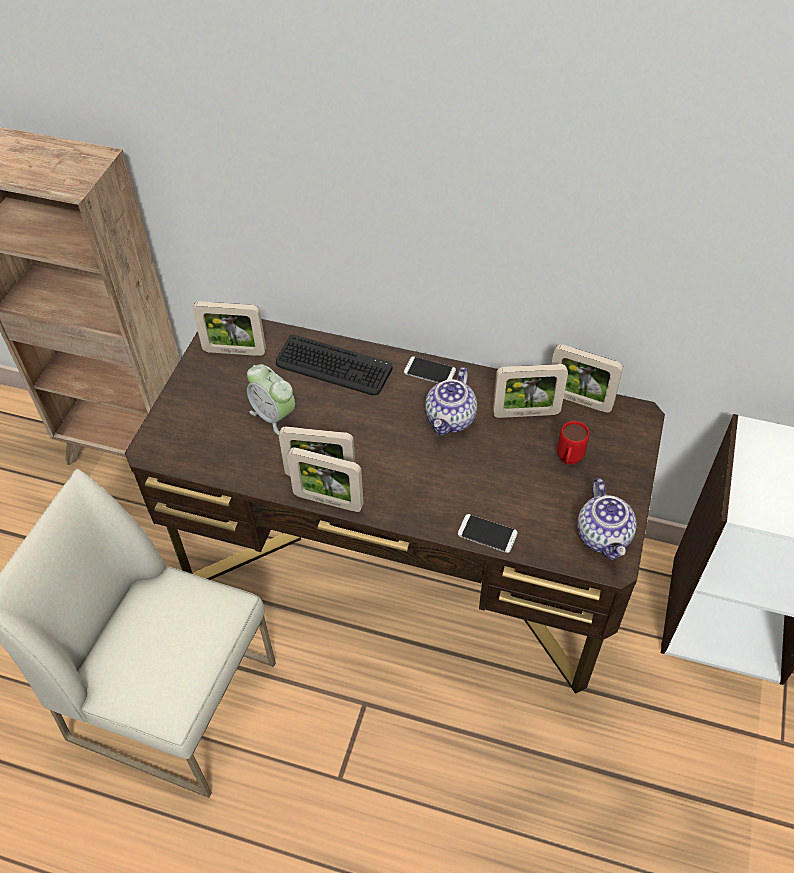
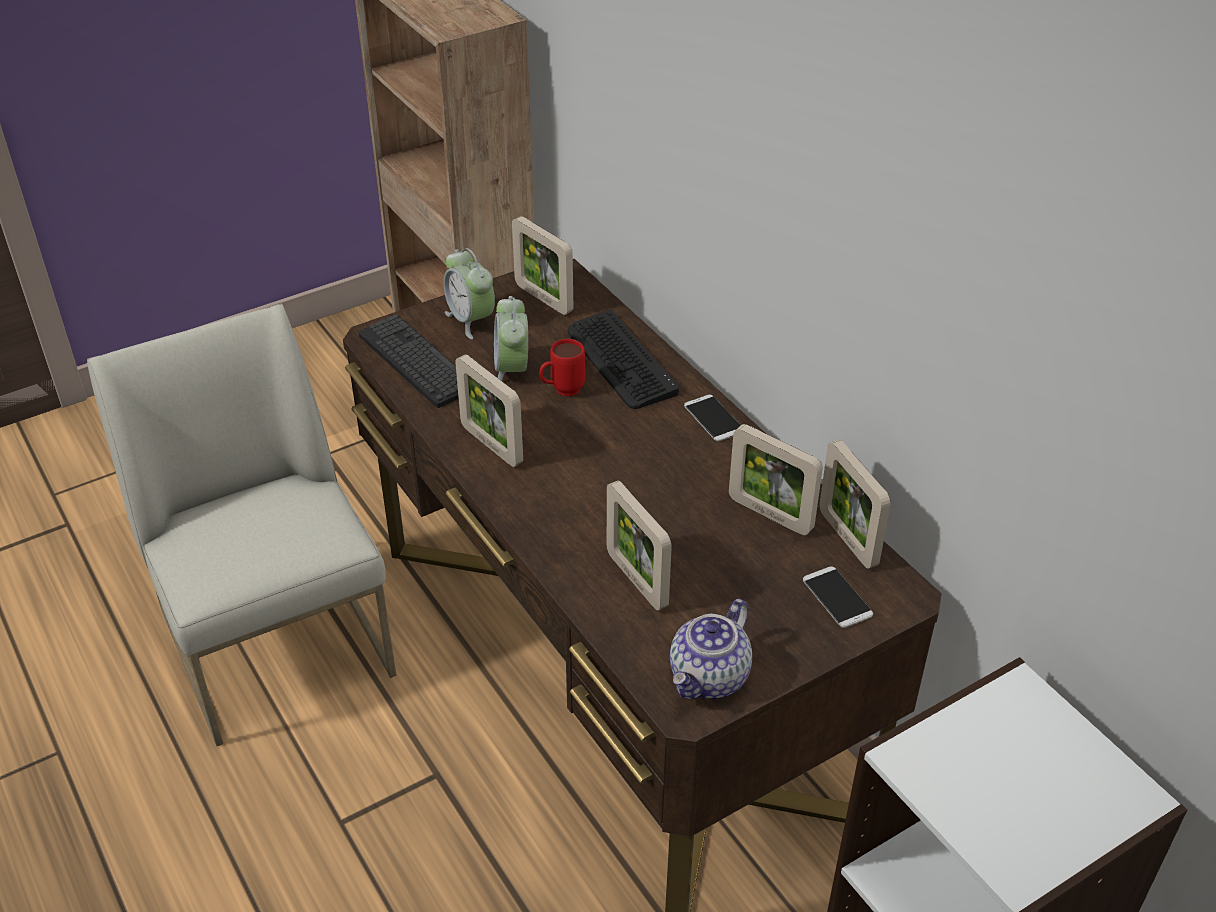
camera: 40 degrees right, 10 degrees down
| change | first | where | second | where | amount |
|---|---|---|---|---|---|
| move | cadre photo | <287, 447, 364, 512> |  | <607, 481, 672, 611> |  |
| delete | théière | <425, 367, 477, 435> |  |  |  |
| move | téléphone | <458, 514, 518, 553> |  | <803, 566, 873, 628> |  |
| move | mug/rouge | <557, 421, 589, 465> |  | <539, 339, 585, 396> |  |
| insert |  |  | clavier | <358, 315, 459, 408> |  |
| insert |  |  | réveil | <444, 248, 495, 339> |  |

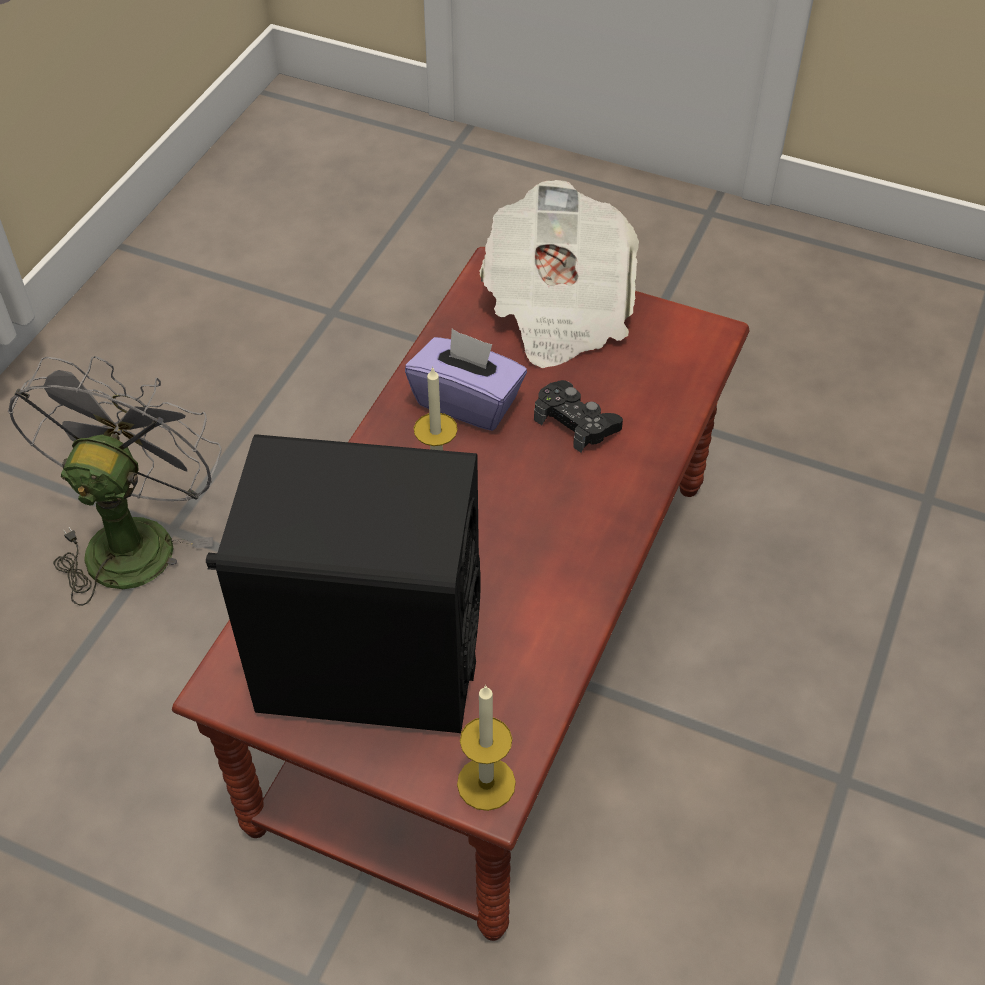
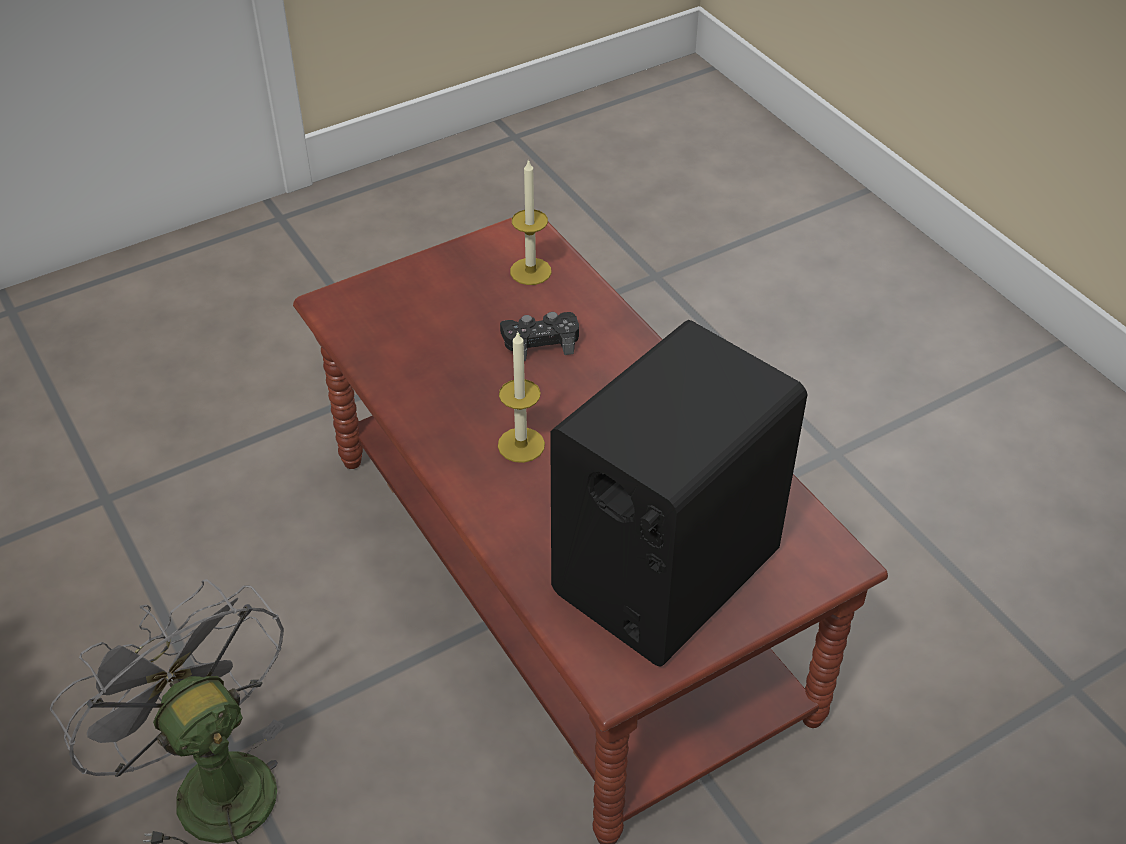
camera: 55 degrees left, 5 degrees down
| change | first | where | second | where | amount |
|---|---|---|---|---|---|
| delete | boîte à mouchoirs/violet | <405, 329, 527, 431> |  |  |  |
| move | bougie | <457, 685, 516, 811> |  | <510, 159, 551, 285> |  |
| delete | journal | <479, 180, 639, 368> |  |  |  |

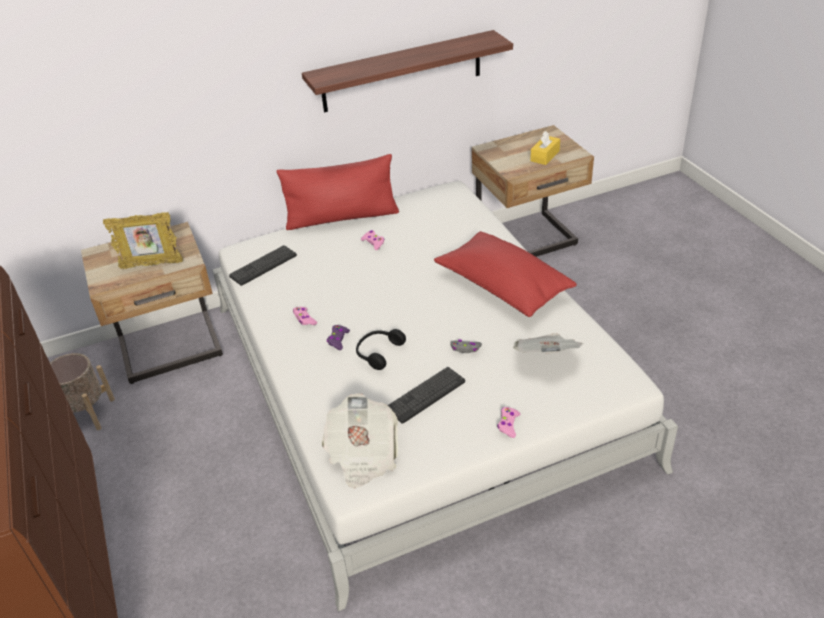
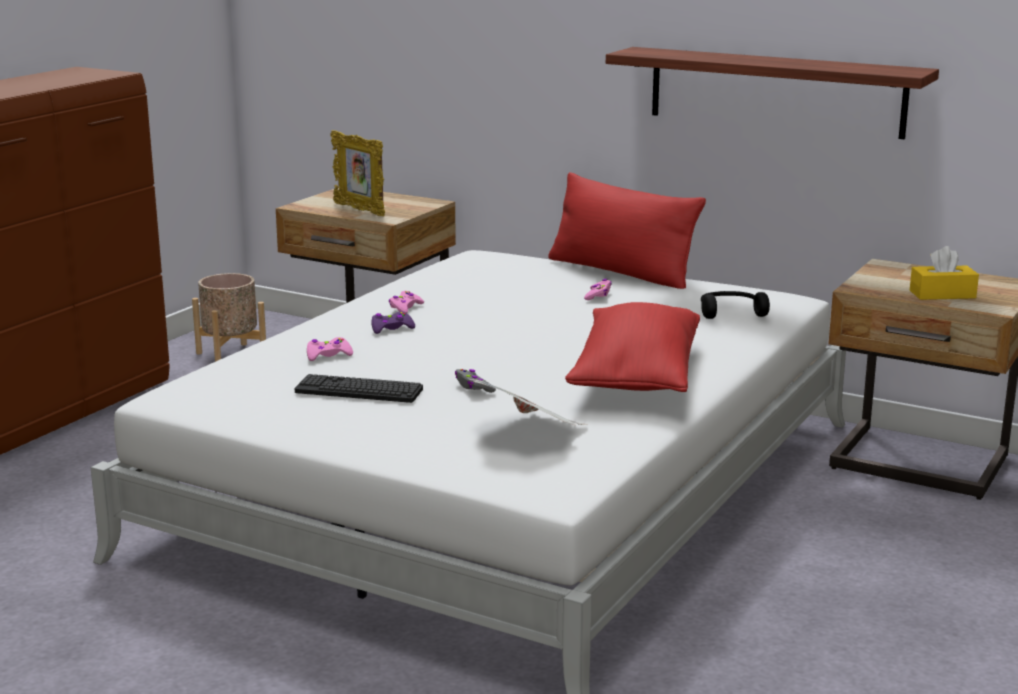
camera: 50 degrees right, 20 degrees down
| change | first | where | second | where | amount |
|---|---|---|---|---|---|
| delete | clavier | <229, 245, 297, 286> |  |  |  |
| delete | journal | <322, 393, 398, 489> |  |  |  |
| move | casque audio/noir | <356, 329, 406, 370> |  | <701, 291, 770, 319> |  |
| move | manette/rose | <497, 407, 520, 438> |  | <307, 337, 353, 361> |  |

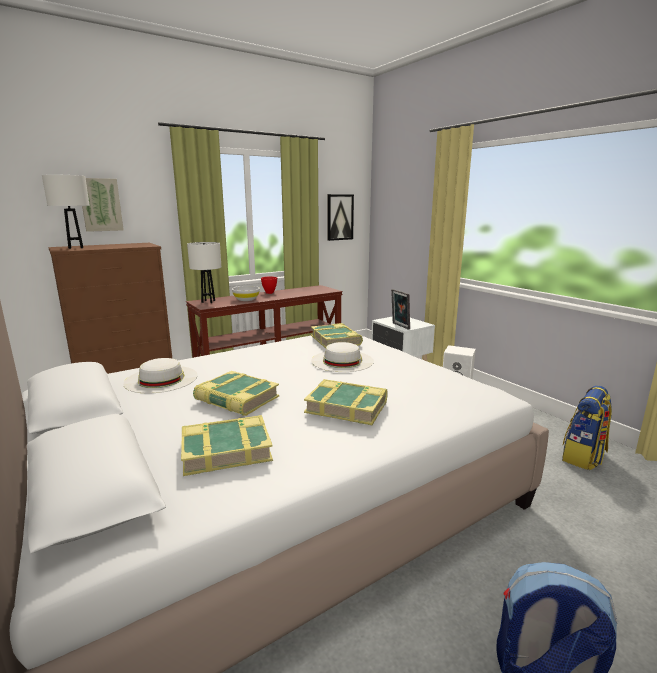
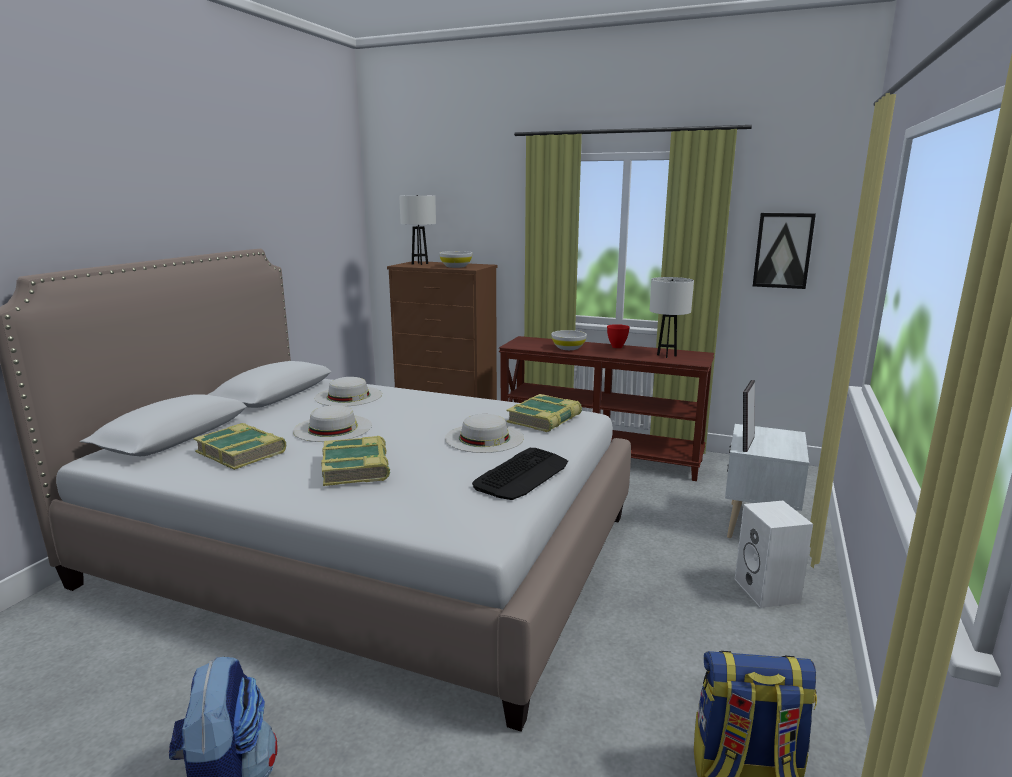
camera: 55 degrees right, 0 degrees up
| change | first | where | second | where | amount |
|---|---|---|---|---|---|
| delete | tableau | <82, 178, 124, 232> |  |  |  |
| move | lampe de table/blanc | <187, 242, 221, 303> |  | <650, 277, 694, 358> |  |
| replace | livre | <193, 371, 279, 416> | chapeau/blanc | <293, 405, 372, 442> |  |
| insert |  |  | bol/blanc | <439, 251, 473, 268> |  |
| insert |  |  | clavier | <472, 448, 568, 500> |  |

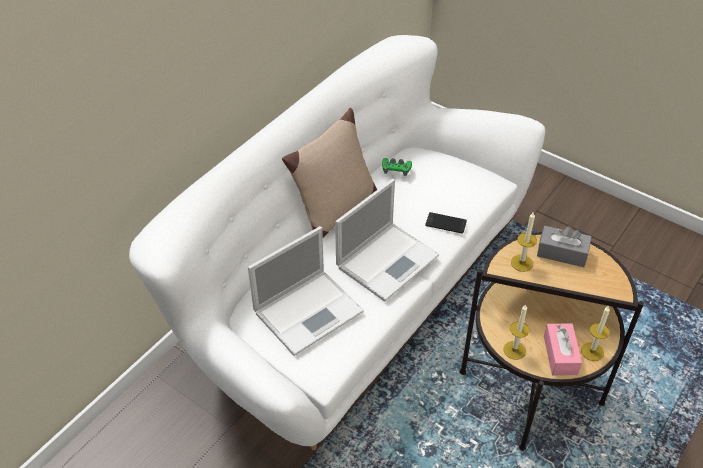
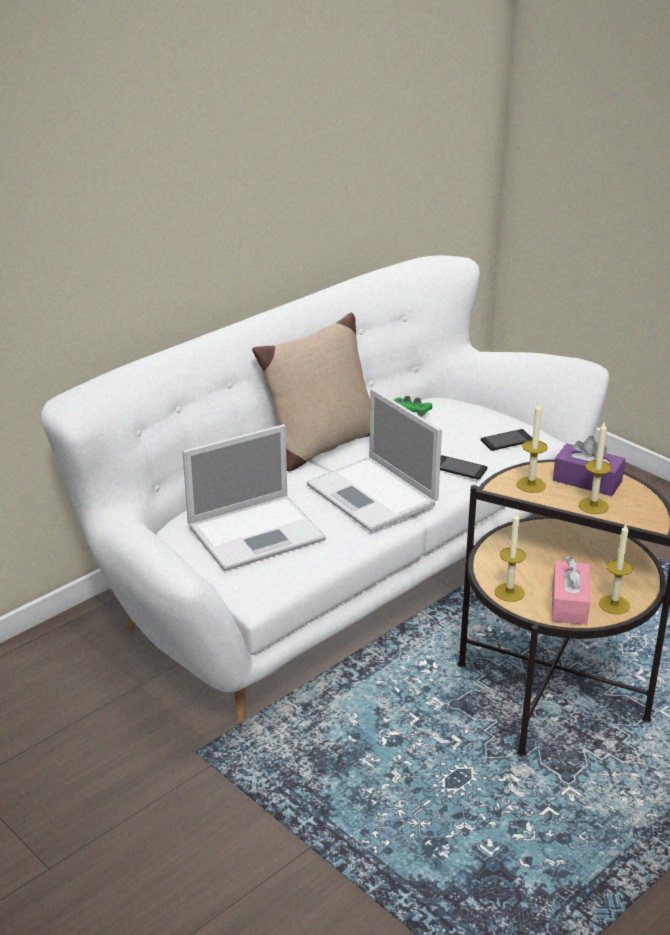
camera: 10 degrees right, 15 degrees down
| change | first | where | second | where | amount |
|---|---|---|---|---|---|
| rotate | ordinateur portable | <335, 179, 439, 302> |  | <306, 388, 442, 532> | 90 degrees clockwise |
| recolor | boîte à mouchoirs/gris | <537, 226, 592, 267> | boîte à mouchoirs/violet | <553, 436, 625, 496> |  |
| insert |  |  | téléphone | <481, 429, 532, 451> |  |
| insert |  |  | bougie | <579, 421, 612, 514> |  |

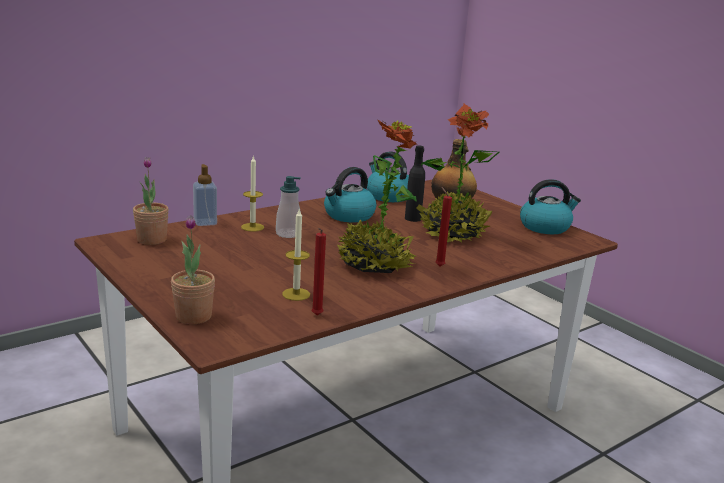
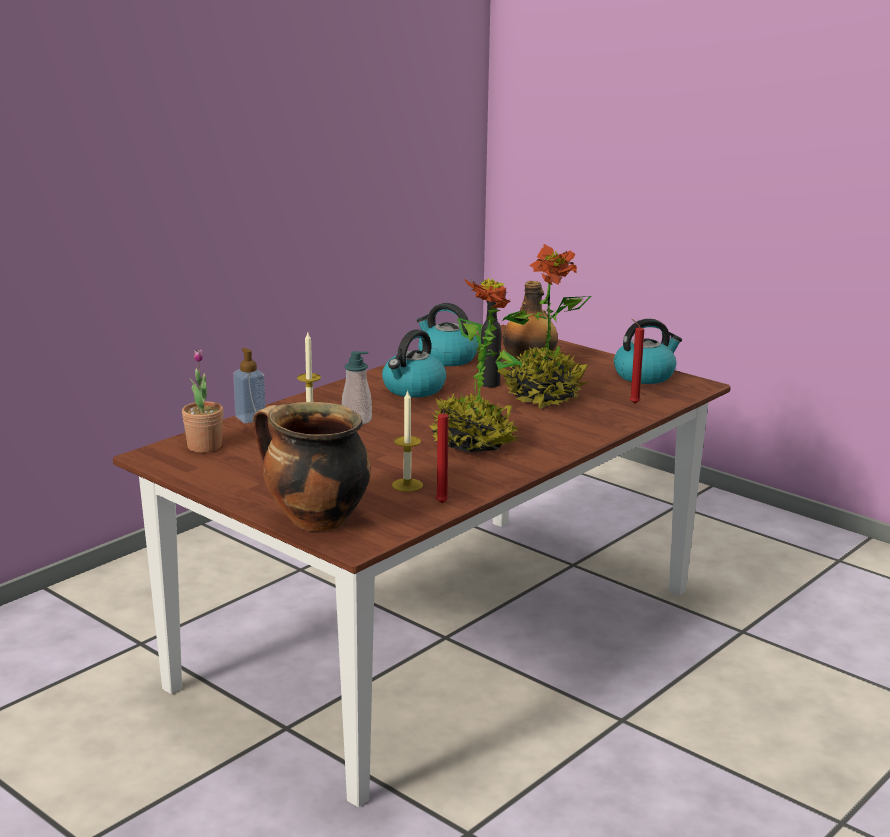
camera: 10 degrees left, 0 degrees up
| change | first | where | second | where | amount |
|---|---|---|---|---|---|
| replace | plante en pot | <171, 215, 215, 324> | marmite | <253, 402, 371, 531> |  |
| move | bougie/rouge | <436, 187, 452, 267> |  | <630, 319, 644, 404> |  |

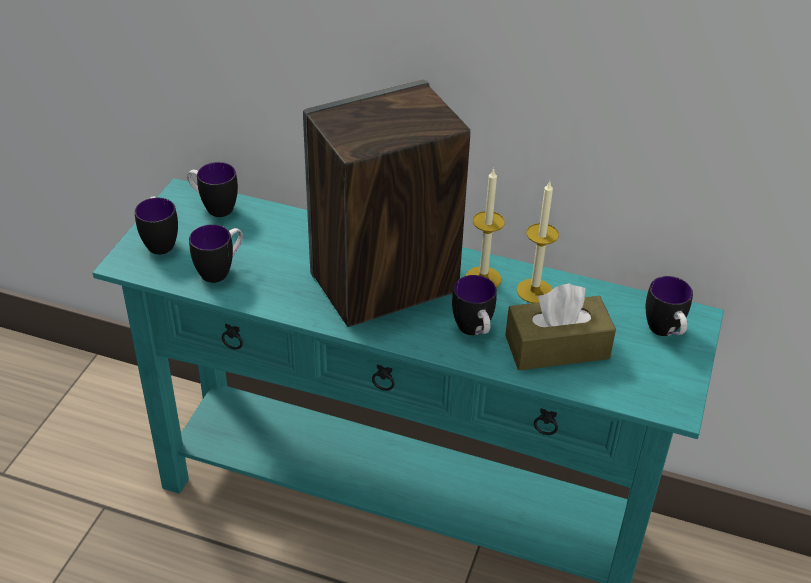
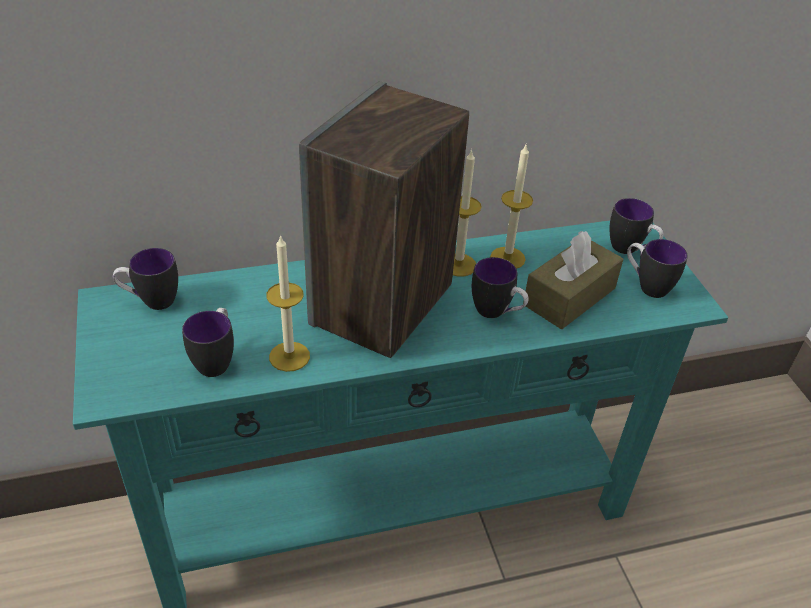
camera: 35 degrees left, 0 degrees up
| change | first | where | second | where | amount |
|---|---|---|---|---|---|
| move | mug | <135, 196, 178, 255> |  | <627, 239, 688, 298> |  |
| insert |  |  | bougie | <266, 234, 310, 372> |  |

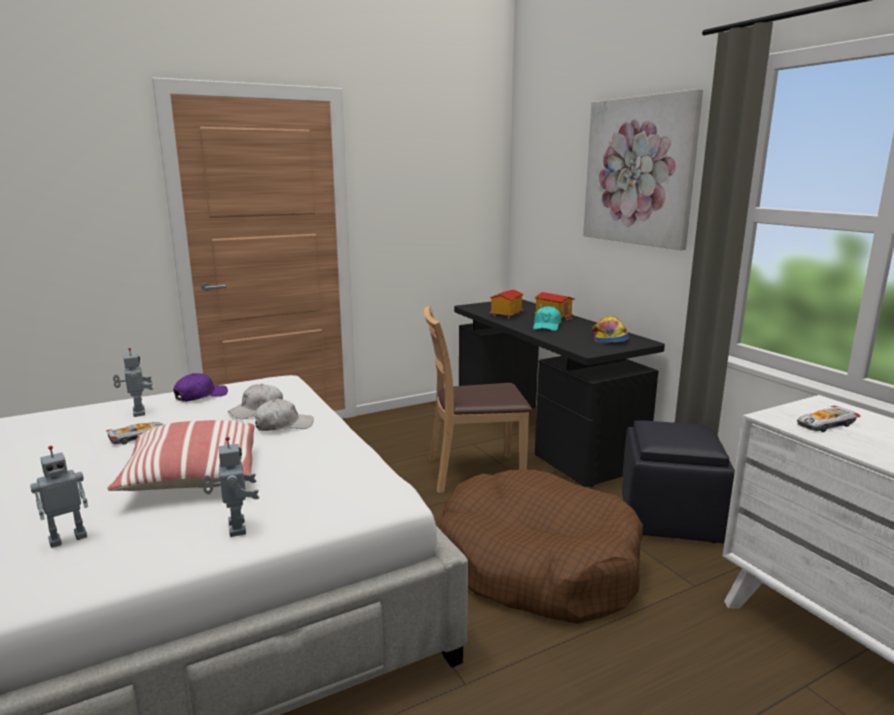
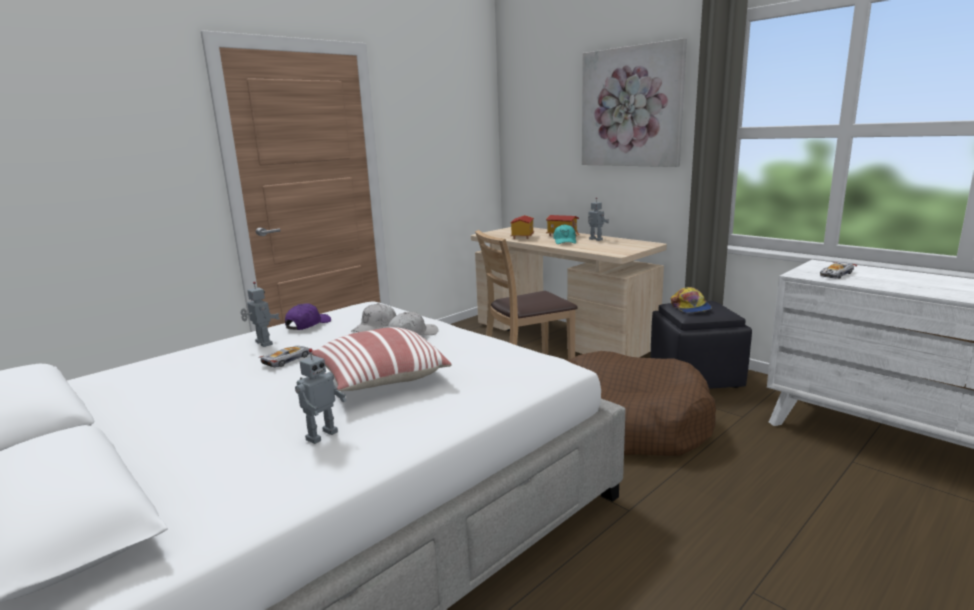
camera: 15 degrees left, 0 degrees up
| change | first | where | second | where | amount |
|---|---|---|---|---|---|
| move | robot jouet | <202, 437, 259, 537> |  | <588, 197, 609, 241> |  |
| recolor | bureau/noir | <454, 299, 665, 487> | bureau/beige | <471, 227, 667, 358> |  |
| move | casquette | <592, 316, 628, 343> |  | <671, 287, 712, 313> |  |

